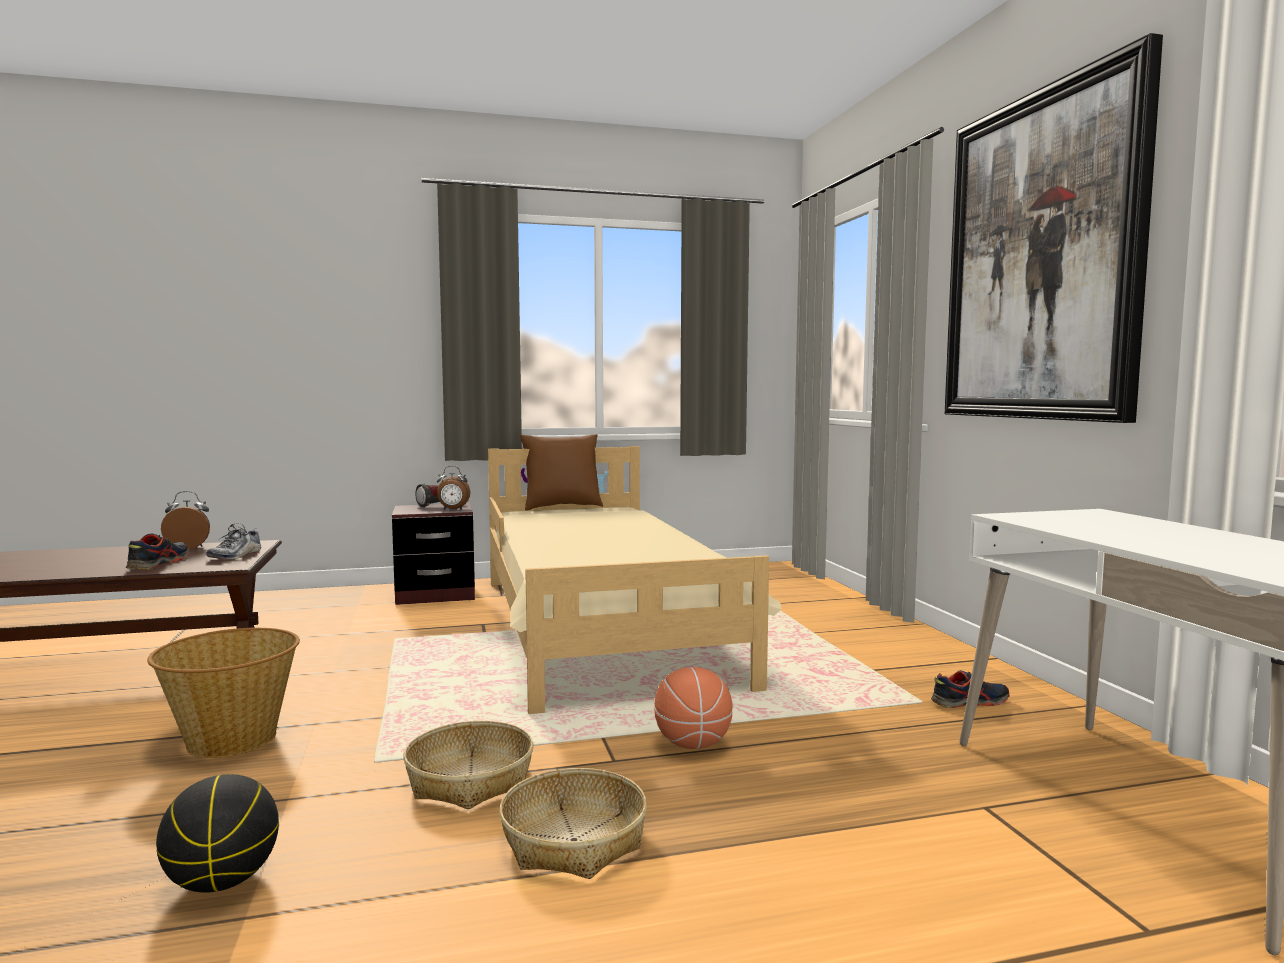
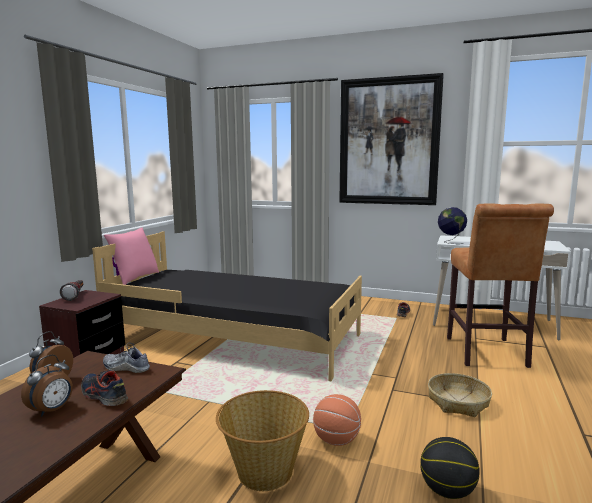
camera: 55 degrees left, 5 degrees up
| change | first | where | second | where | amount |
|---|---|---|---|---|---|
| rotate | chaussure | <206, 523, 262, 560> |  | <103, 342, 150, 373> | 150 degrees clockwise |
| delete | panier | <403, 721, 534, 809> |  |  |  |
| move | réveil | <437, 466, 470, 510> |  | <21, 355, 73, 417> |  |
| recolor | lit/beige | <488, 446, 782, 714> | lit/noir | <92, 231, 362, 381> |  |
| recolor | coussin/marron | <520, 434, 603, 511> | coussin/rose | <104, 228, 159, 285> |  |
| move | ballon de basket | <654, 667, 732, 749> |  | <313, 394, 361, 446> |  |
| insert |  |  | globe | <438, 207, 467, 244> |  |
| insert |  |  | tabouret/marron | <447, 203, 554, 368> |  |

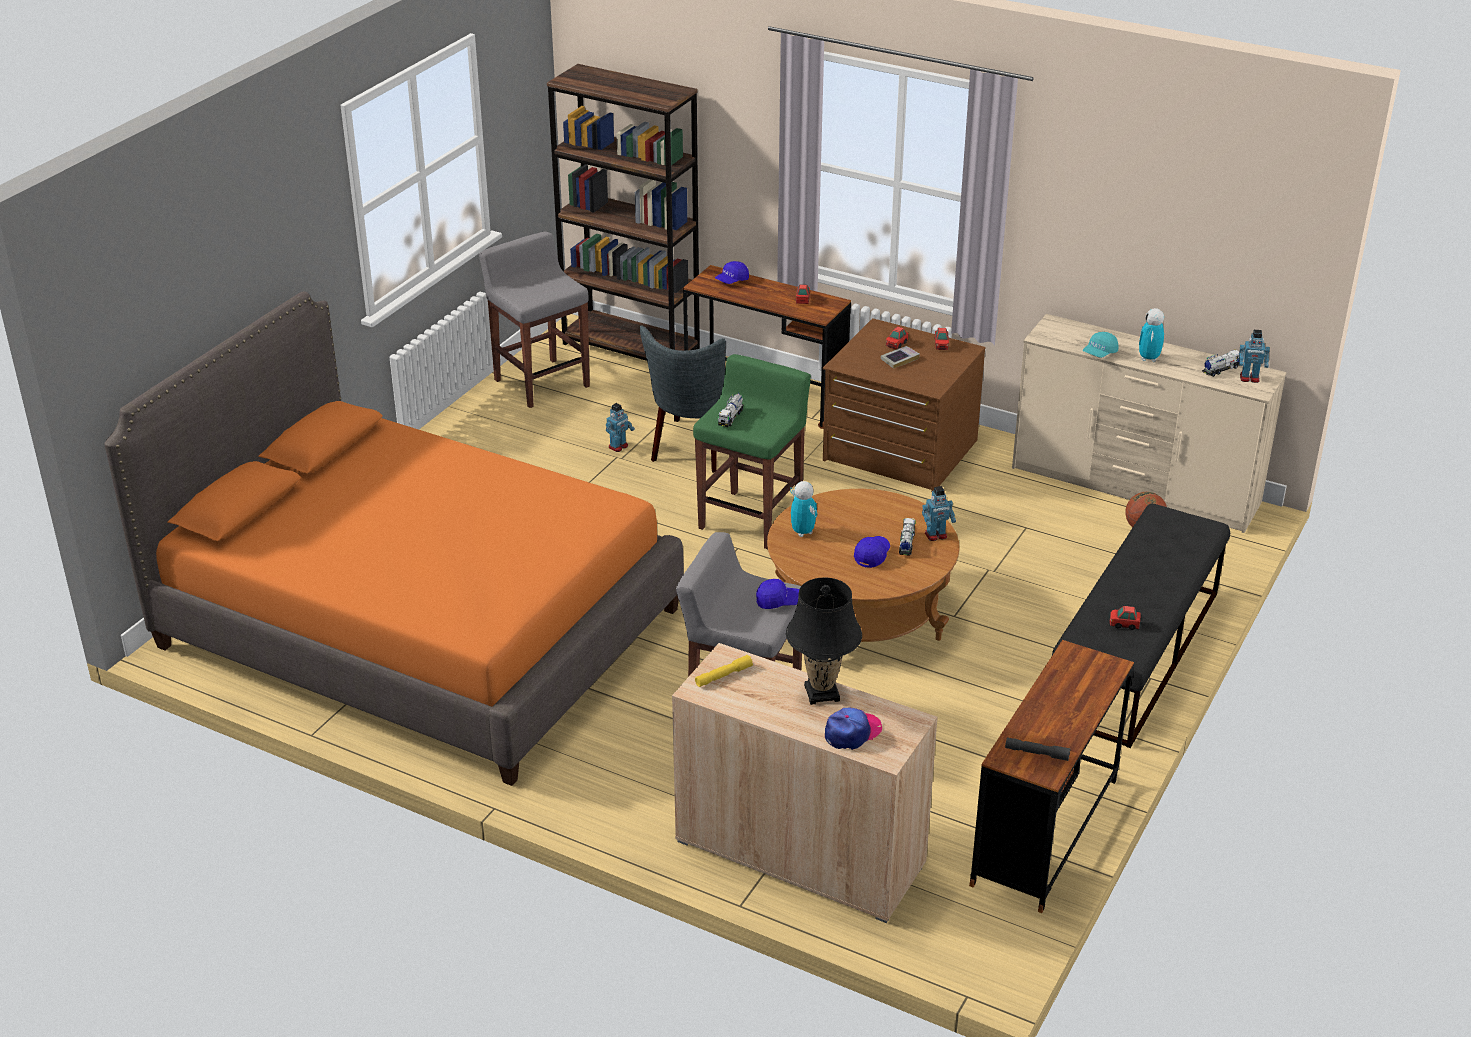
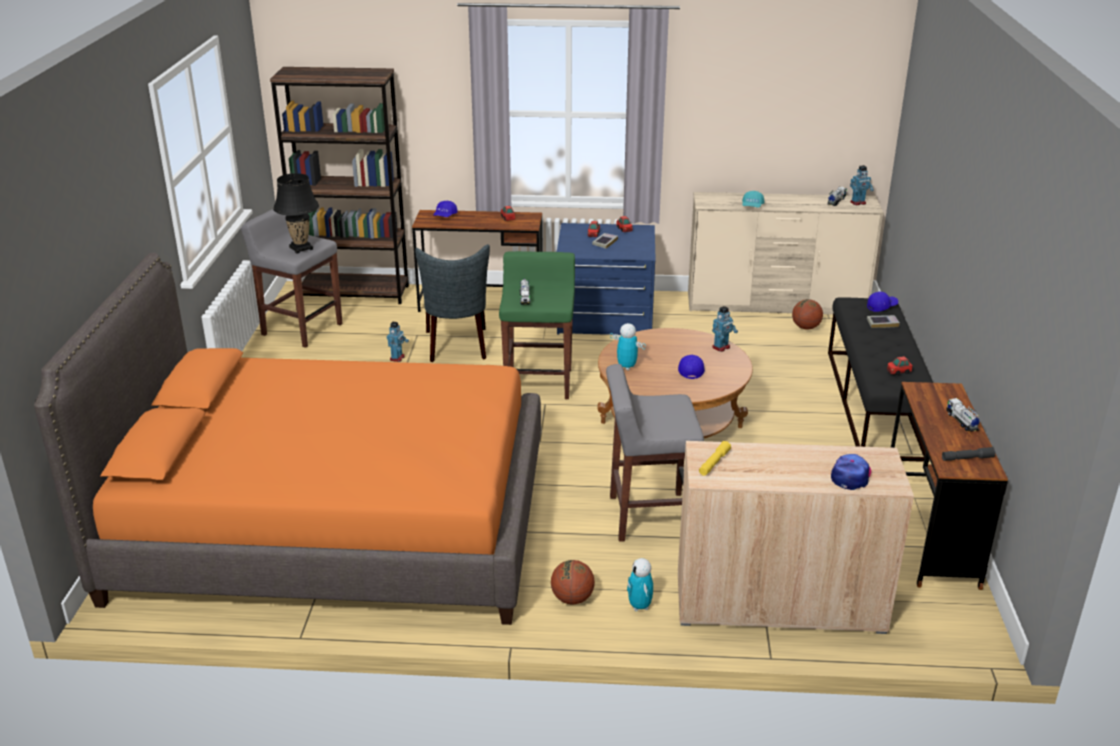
camera: 25 degrees left, 5 degrees down
| change | first | where | second | where | amount |
|---|---|---|---|---|---|
| move | casquette/bleu | <756, 579, 799, 609> |  | <867, 292, 898, 312> |  |
| move | lampe de table/noir | <786, 577, 862, 705> |  | <273, 173, 319, 254> |  |
| recolor | commode/marron | <823, 318, 986, 492> | commode/bleu | <557, 223, 656, 335> |  |
| move | camion jouet | <899, 518, 916, 556> |  | <946, 398, 980, 432> |  |
| move | robot jouet | <1139, 308, 1164, 362> |  | <627, 558, 653, 611> |  |
| insert |  |  | ballon de basket | <551, 560, 595, 604> |  |
| insert |  |  | livre | <867, 315, 900, 328> |  |

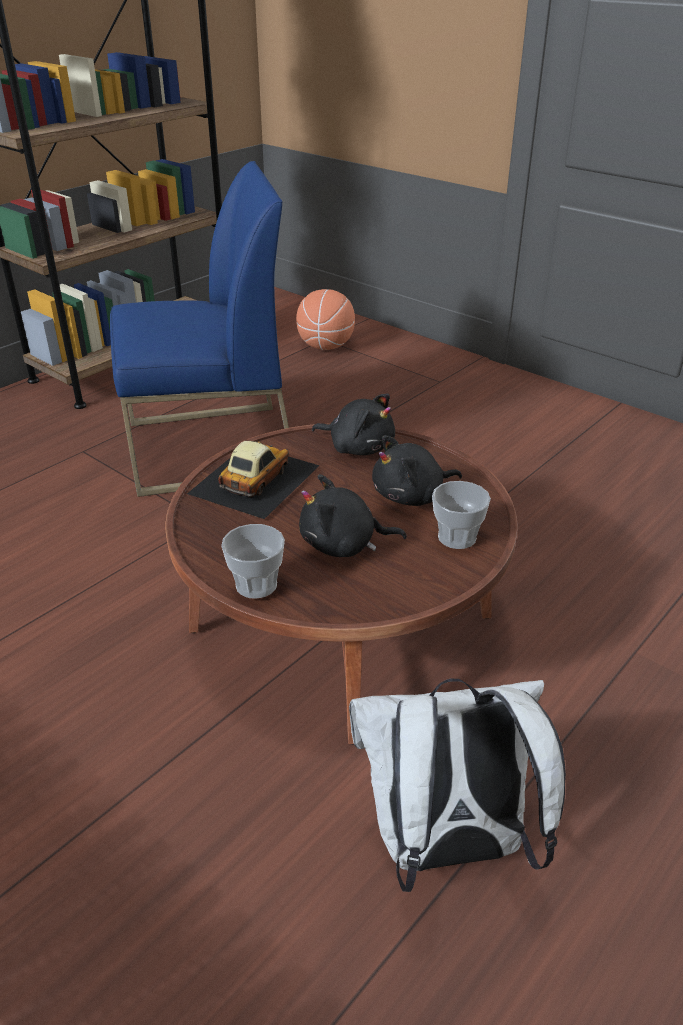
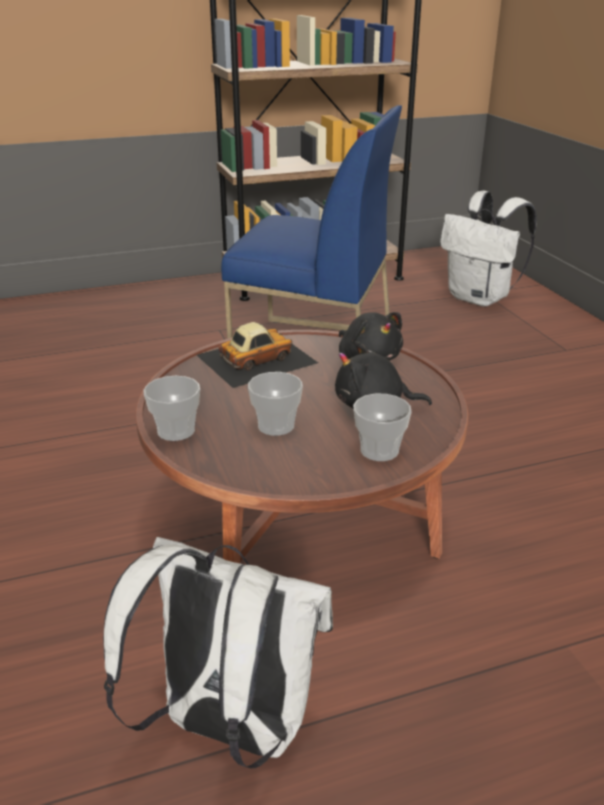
camera: 30 degrees right, 5 degrees down
| change | first | where | second | where | amount |
|---|---|---|---|---|---|
| replace | ballon de basket | <296, 289, 355, 350> | sac à dos/blanc | <440, 191, 537, 307> |  |
| replace | peluche/noir | <299, 474, 407, 557> | tasse | <248, 372, 303, 436> |  |

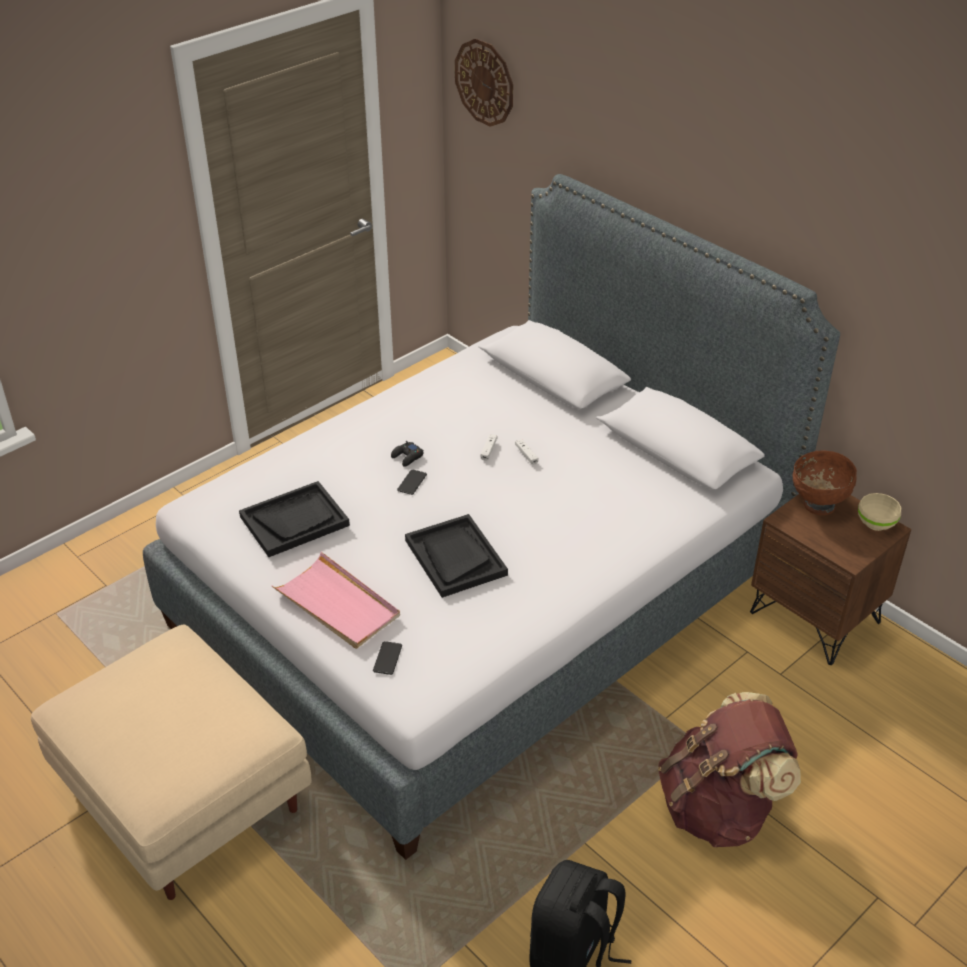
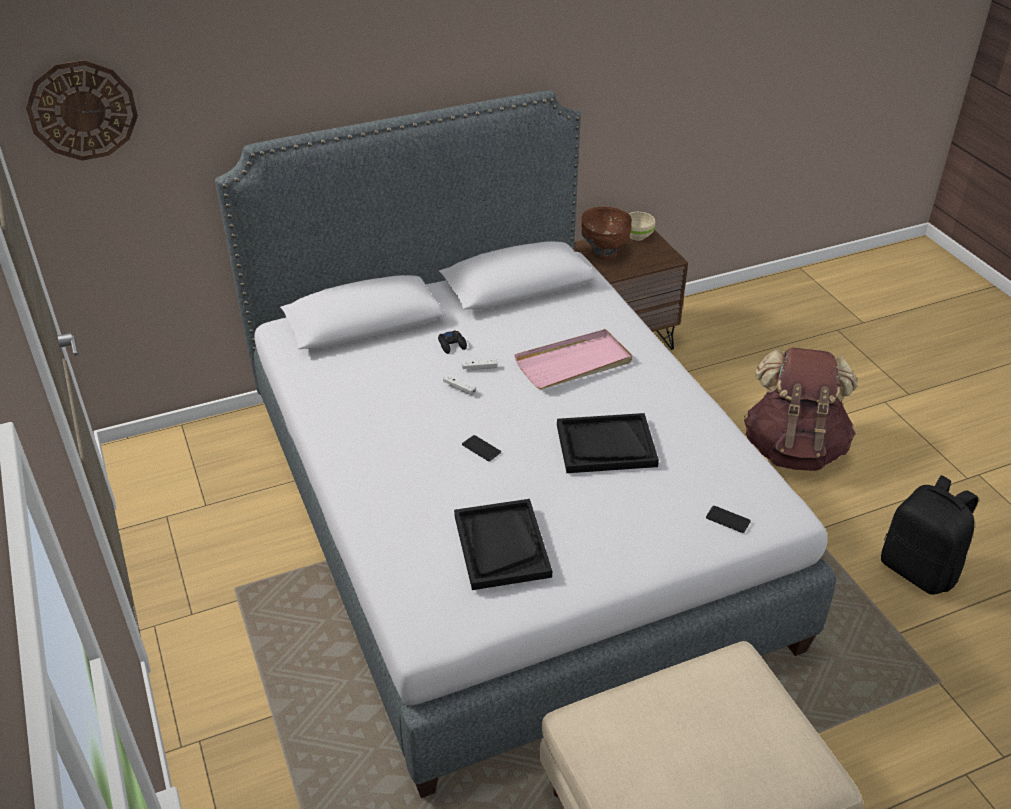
camera: 70 degrees left, 0 degrees up
| change | first | where | second | where | amount |
|---|---|---|---|---|---|
| move | plateau/rose | <272, 552, 400, 649> |  | <514, 329, 632, 389> |  |
| move | manette/noir | <391, 441, 424, 467> |  | <438, 330, 467, 354> |  |

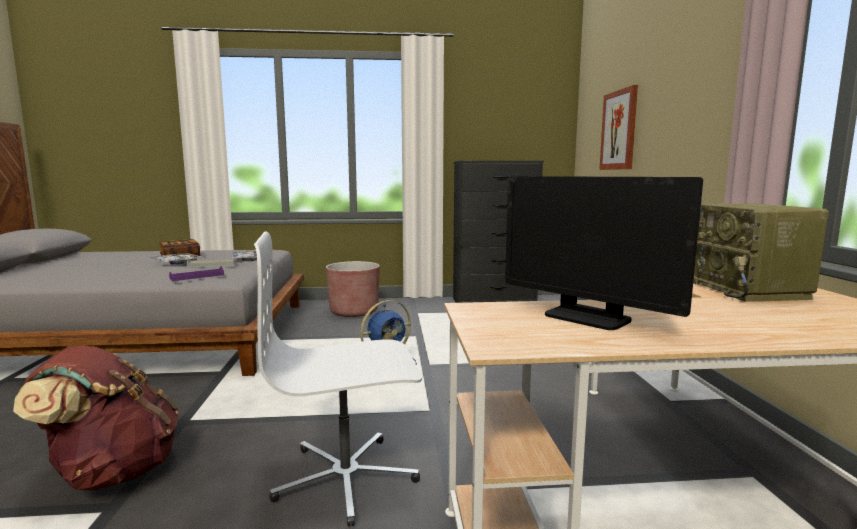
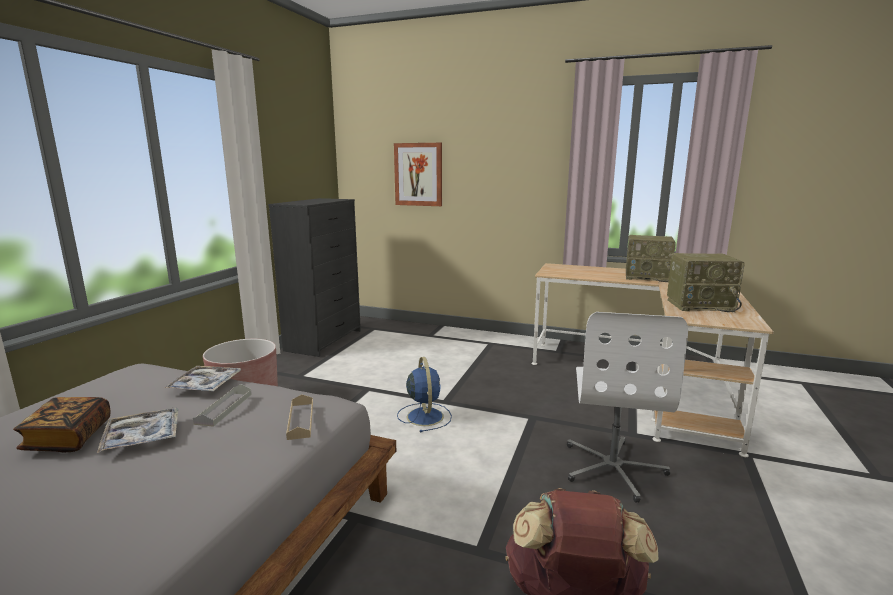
camera: 65 degrees left, 5 degrees up
| change | first | where | second | where | amount |
|---|---|---|---|---|---|
| recolor | plateau/violet | <169, 266, 224, 281> | plateau/beige | <286, 395, 313, 440> |  |
| replace | écran d'ordinateur | <505, 176, 703, 330> | radio | <667, 253, 745, 312> |  |

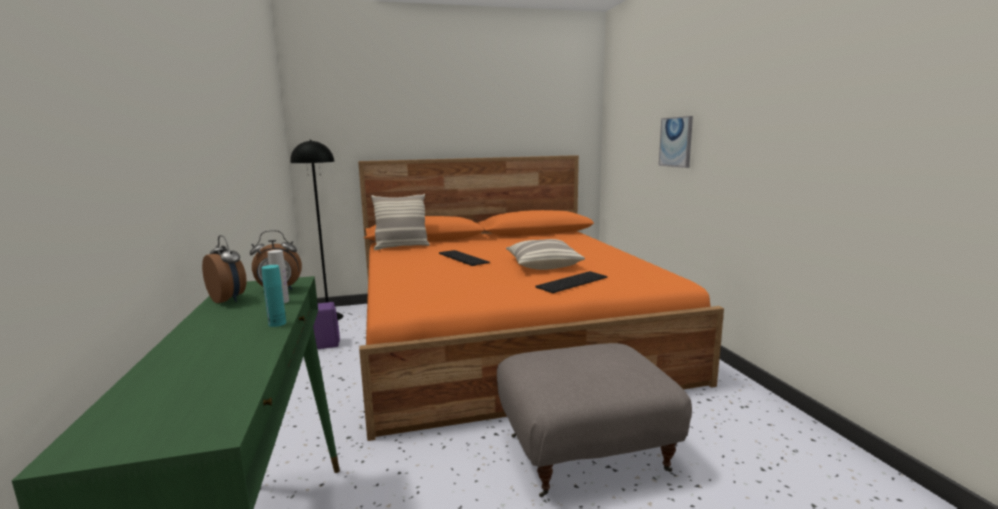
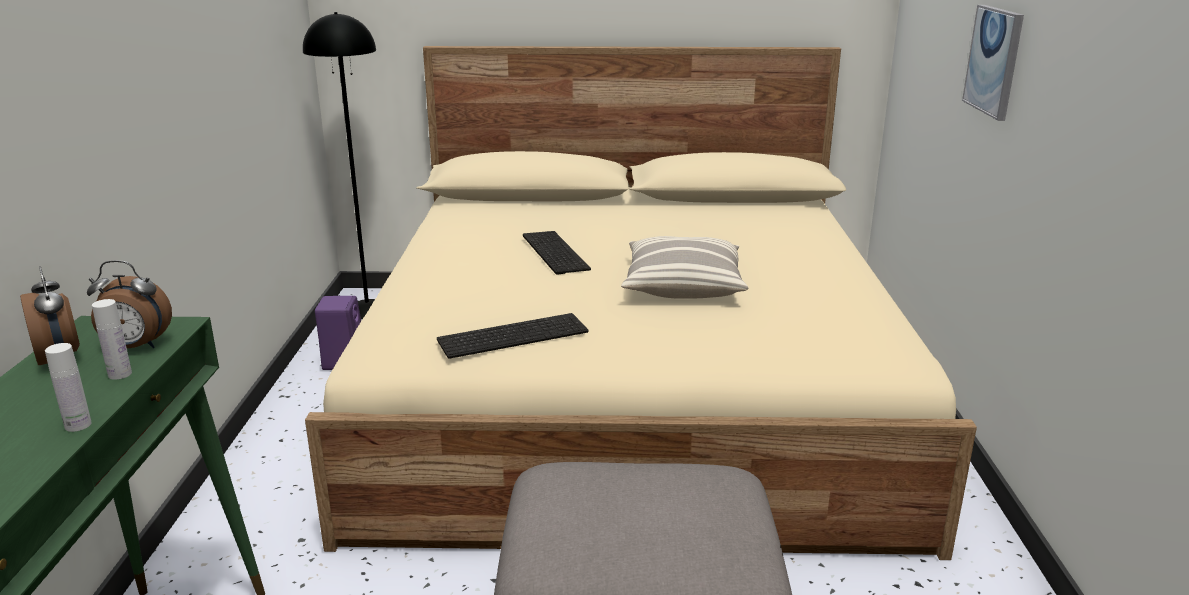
camera: 15 degrees right, 10 degrees up
| change | first | where | second | where | amount |
|---|---|---|---|---|---|
| recolor | bouteille/turquoise | <261, 265, 286, 327> | bouteille/blanc | <45, 343, 92, 432> |  |
| recolor | lit/orange | <358, 155, 724, 441> | lit/beige | <305, 46, 977, 560> |  |
| delete | coussin | <371, 194, 430, 250> |  |  |  |
| move | clavier | <535, 271, 607, 293> |  | <437, 313, 588, 359> |  |

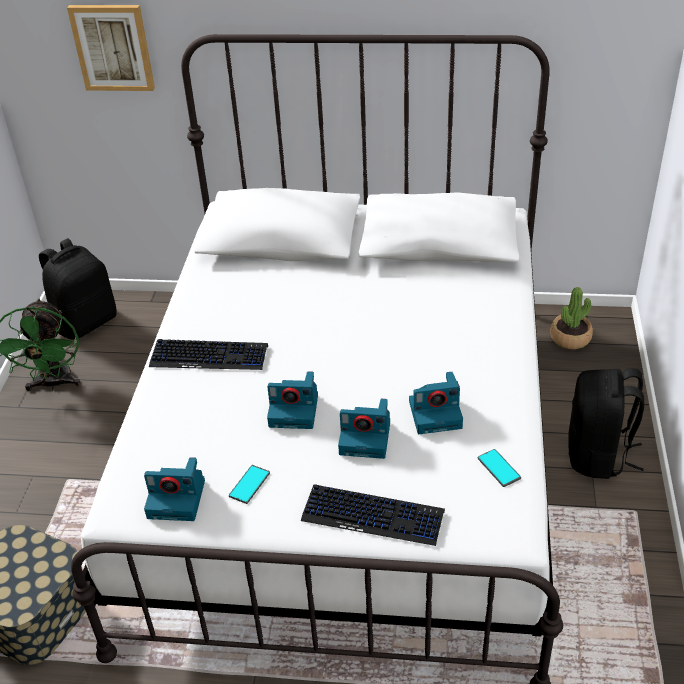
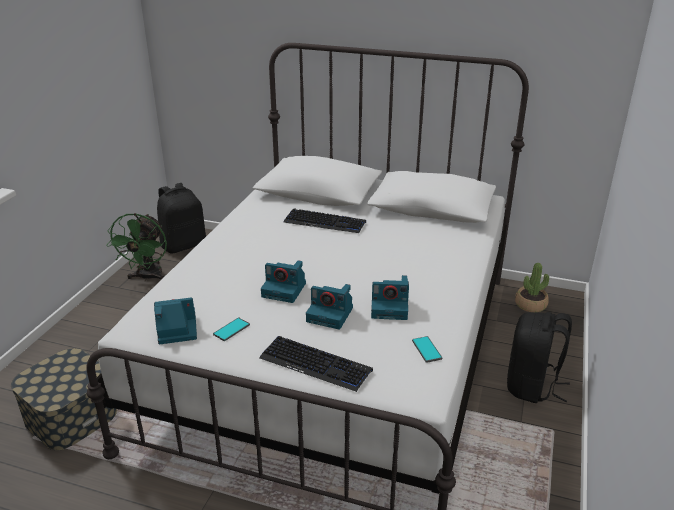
camera: 10 degrees right, 10 degrees down
| change | first | where | second | where | amount |
|---|---|---|---|---|---|
| delete | tableau | <67, 5, 155, 91> |  |  |  |
| rotate | appareil photo | <144, 457, 205, 521> |  | <154, 298, 197, 344> | 150 degrees clockwise |
| move | clavier | <149, 339, 268, 370> |  | <284, 208, 366, 233> |  |

